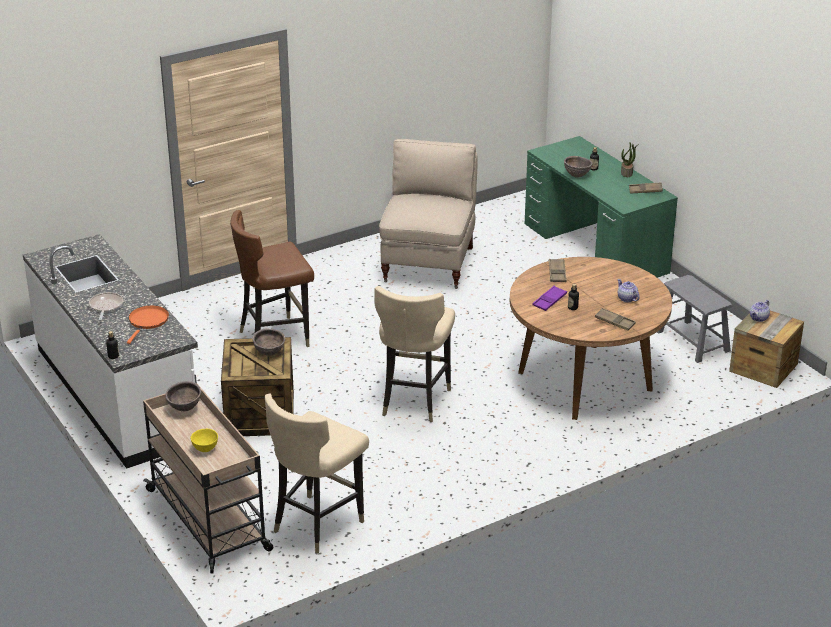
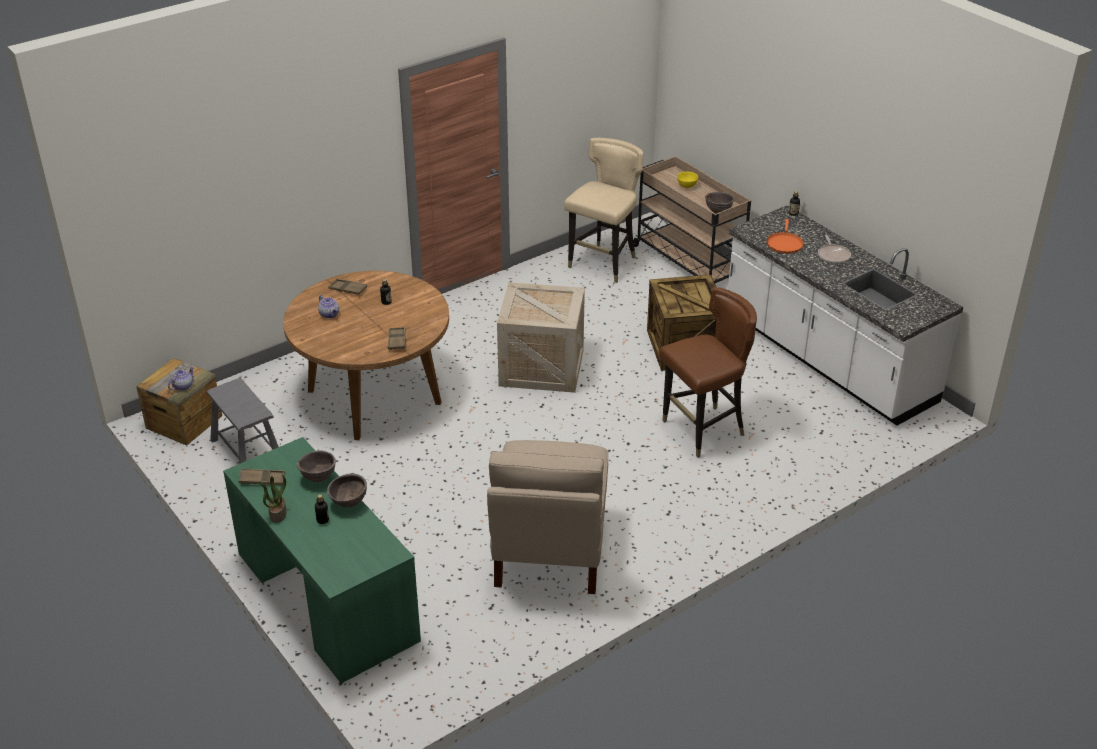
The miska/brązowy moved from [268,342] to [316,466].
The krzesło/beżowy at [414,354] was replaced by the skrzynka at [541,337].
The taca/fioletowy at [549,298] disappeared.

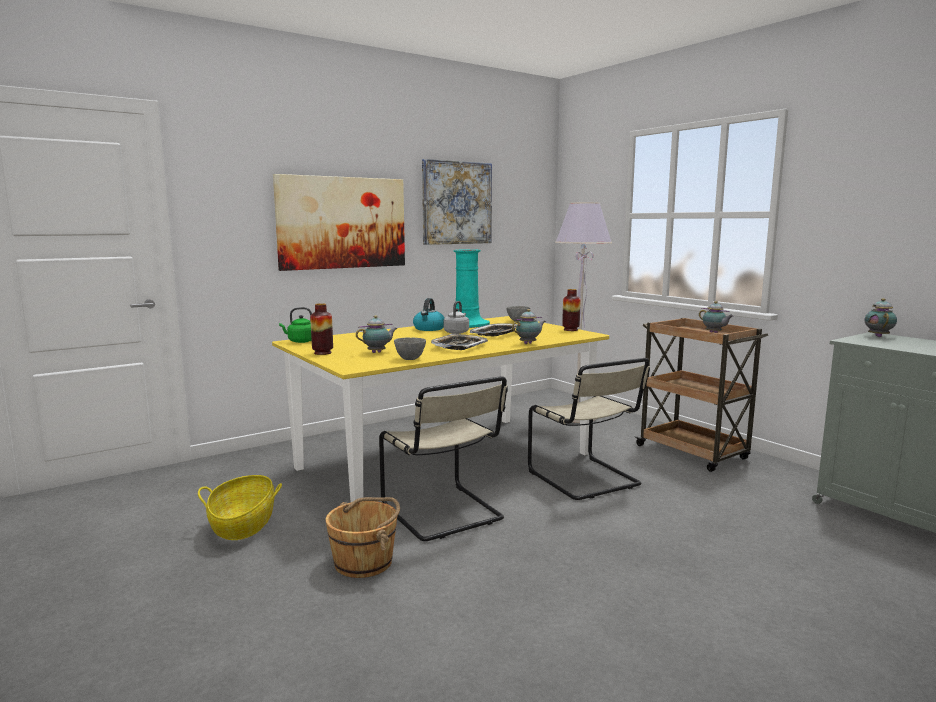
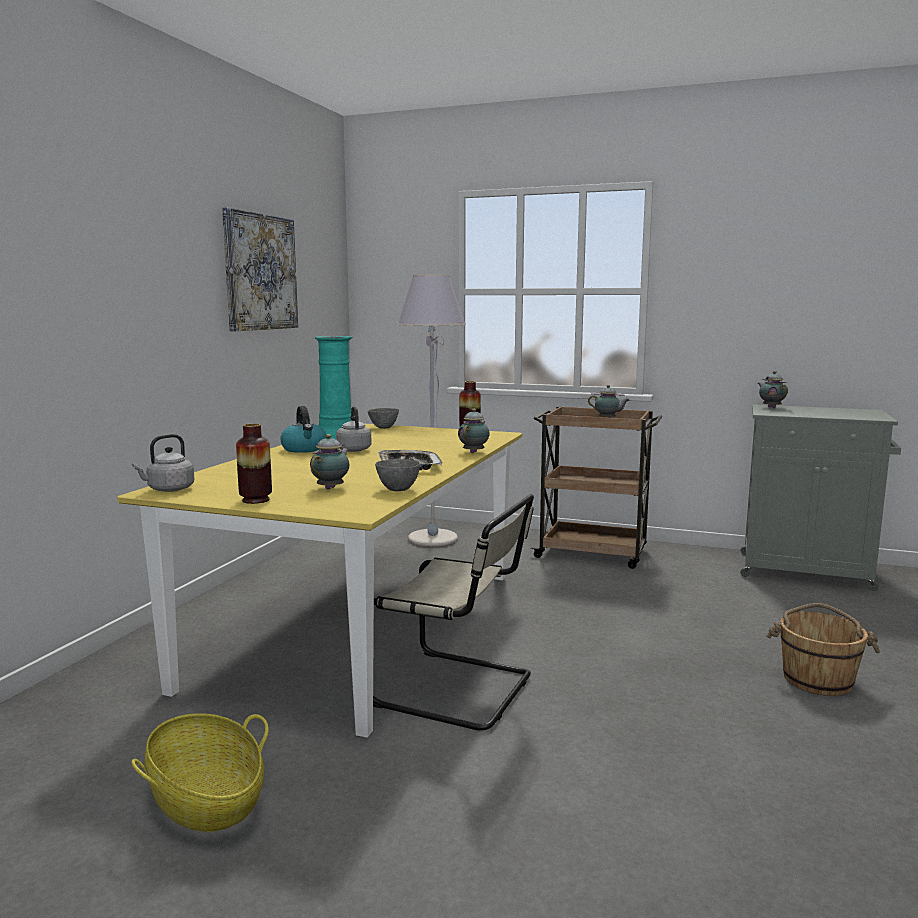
The obraz at [339,222] disappeared.
The czajnik/zielony at [295,325] became the czajnik/szary at [163,463].
The wiadro/brązowy moved from [362,537] to [823,649].
The taca at [493,329] disappeared.
The krzesło/beżowy at [589,429] disappeared.

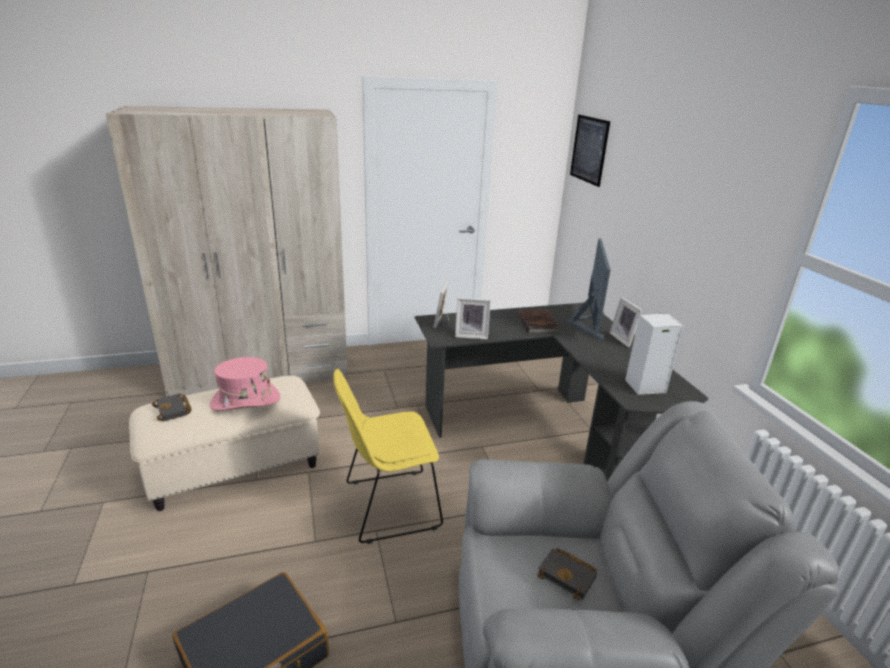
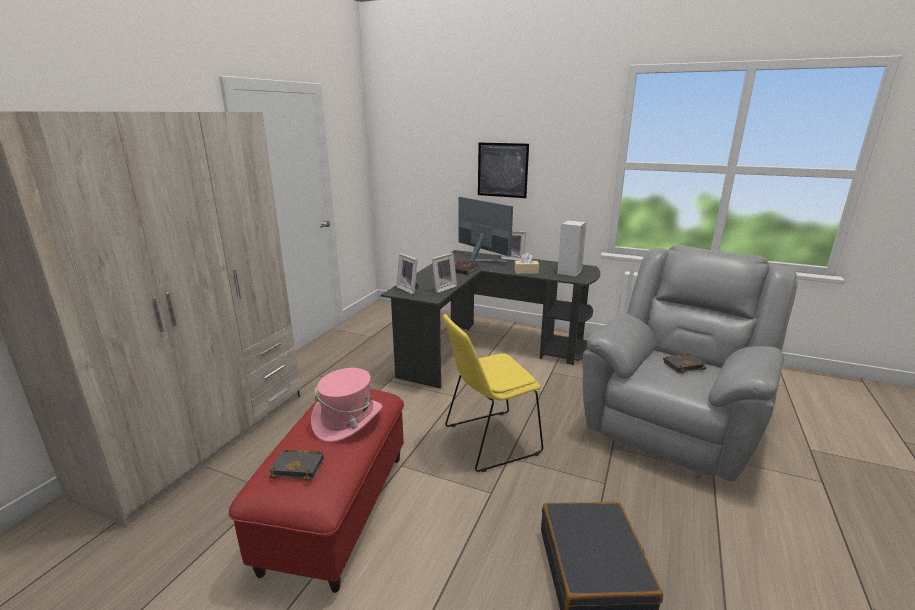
The pufa/beżowy at [224,443] became the pufa/czerwony at [316,491].
The krzesło/żółty at [388,456] turned 45 degrees clockwise.
The obraz moved from [590,151] to [503,170].
The pudełko chusteczek/beżowy at [526,263] appeared.

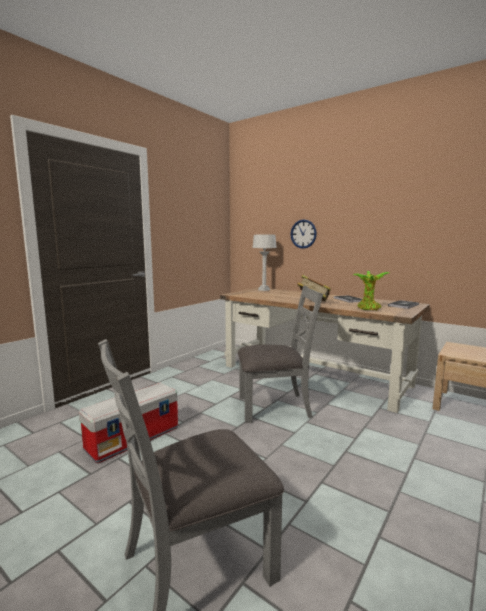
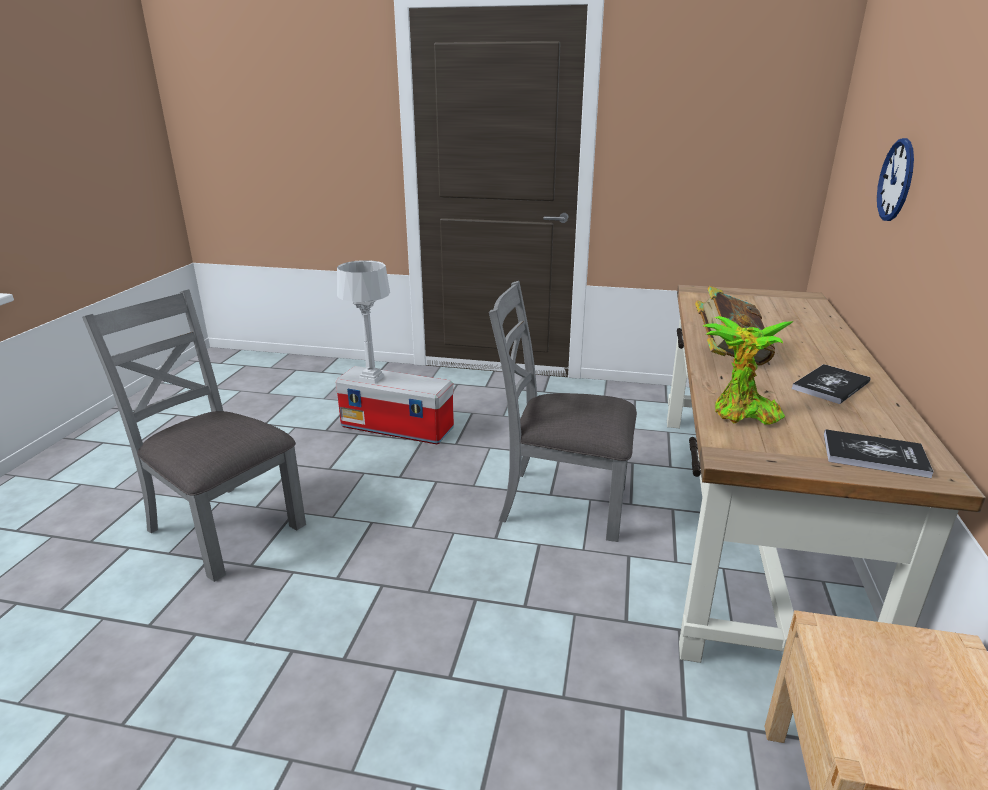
The krzesło/szary at [280,354] turned 135 degrees clockwise.
The lampa stołowa/szary moved from [264,263] to [363,322].

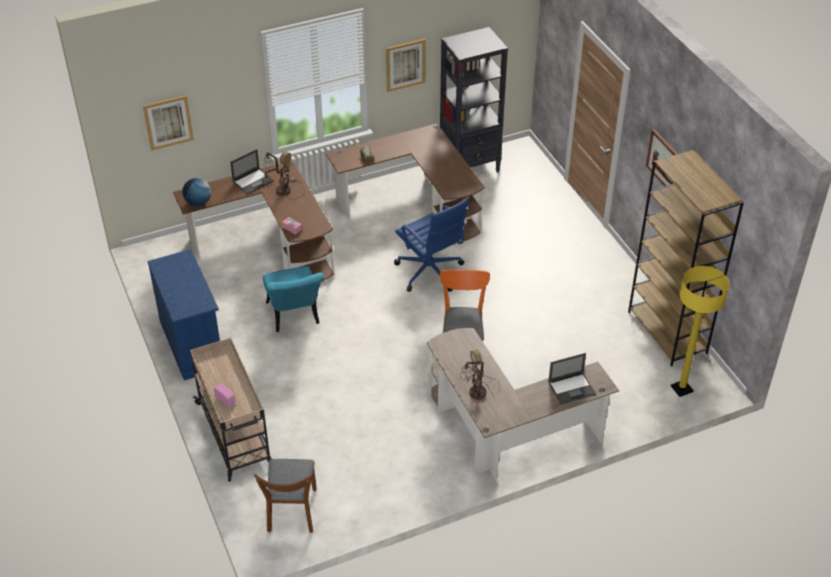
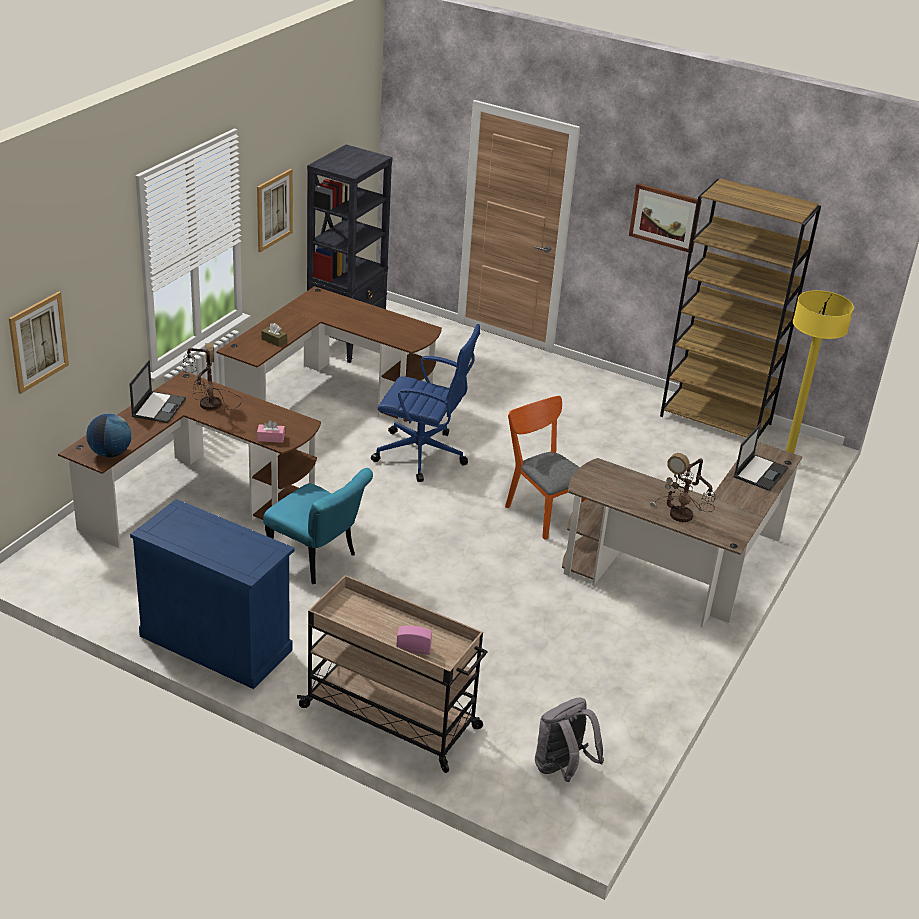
The krzesło/brązowy at [285,496] was replaced by the plecak/szary at [569,740].

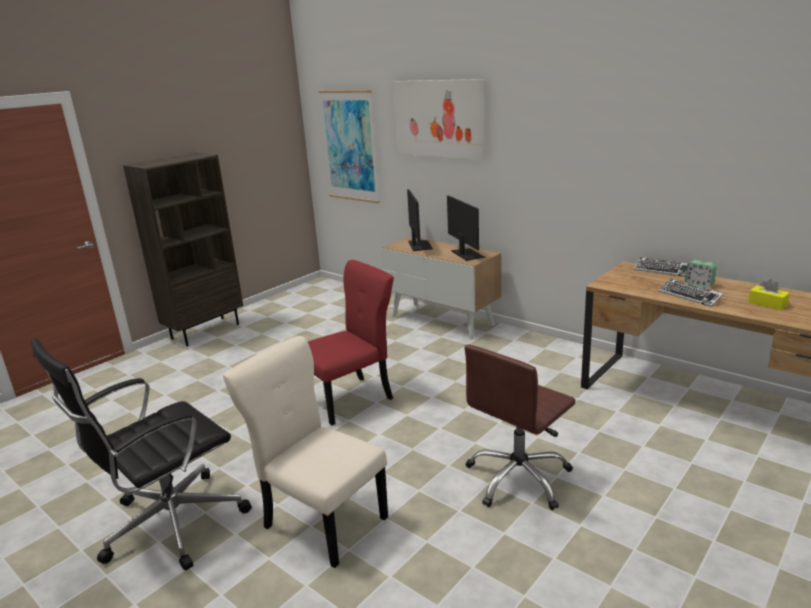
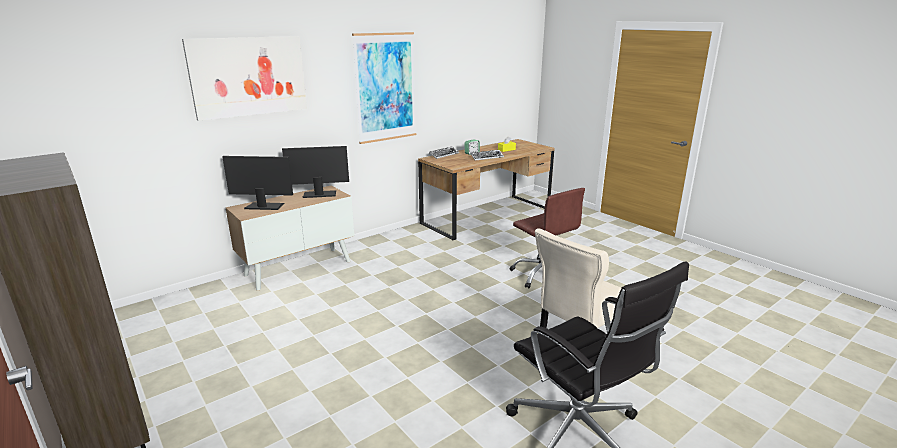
The krzesło/czerwony at [351,342] disappeared.
The obraz moved from [349,146] to [384,88].

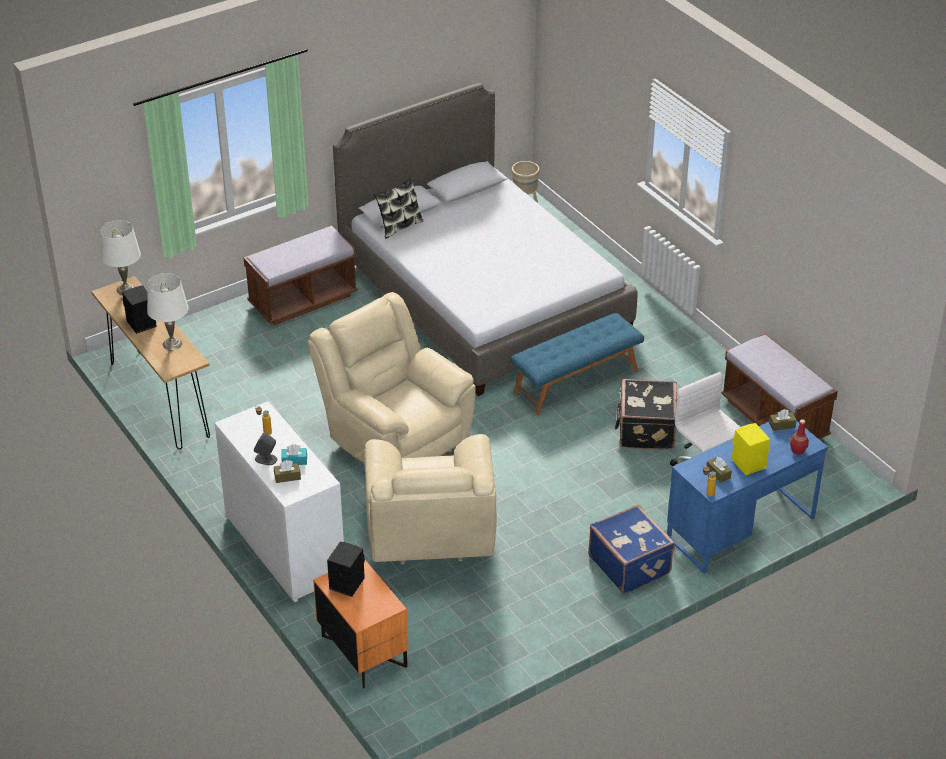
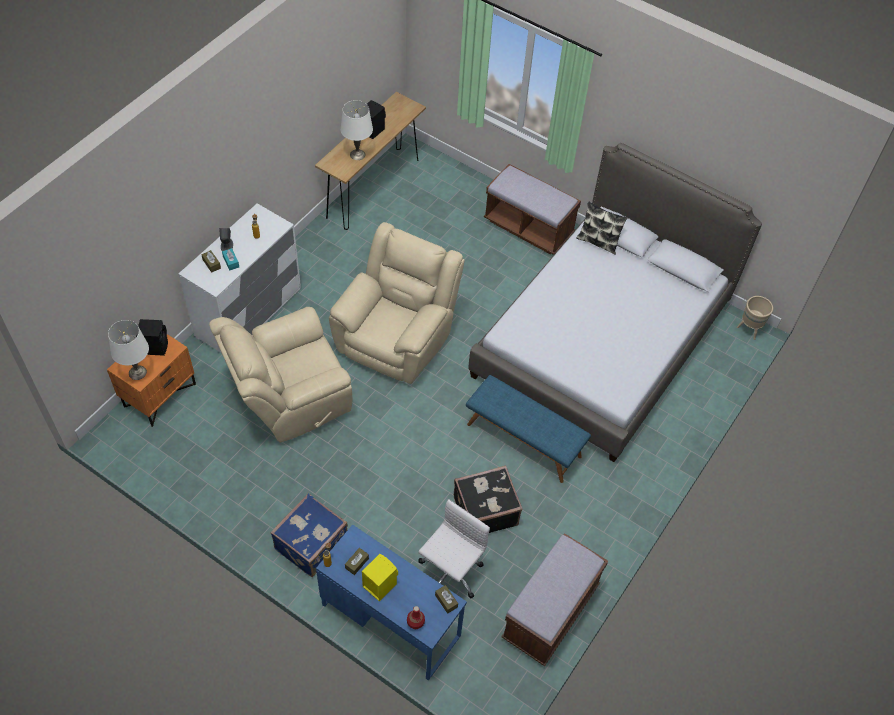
The lampa stołowa/biały moved from [121,257] to [128,350].

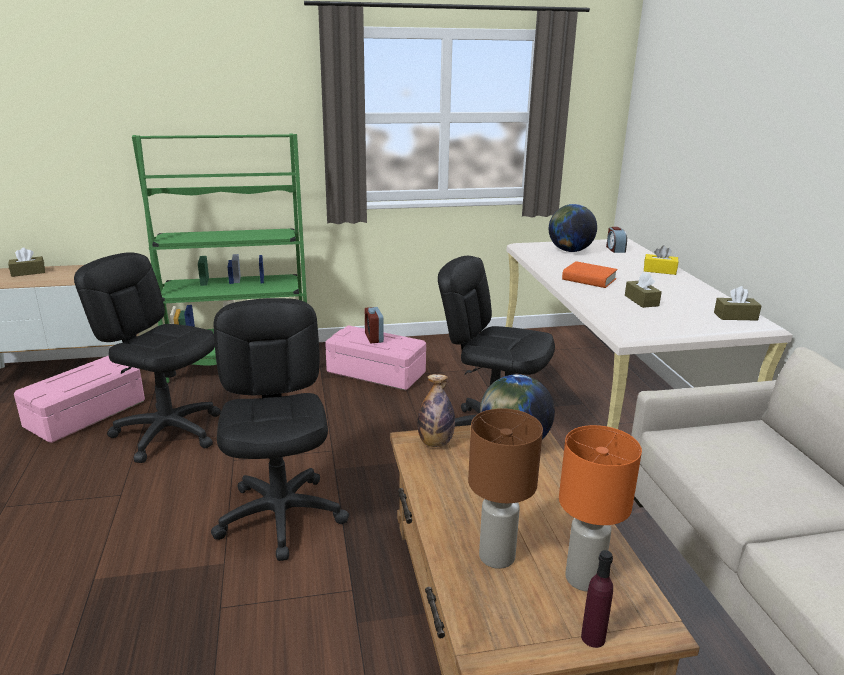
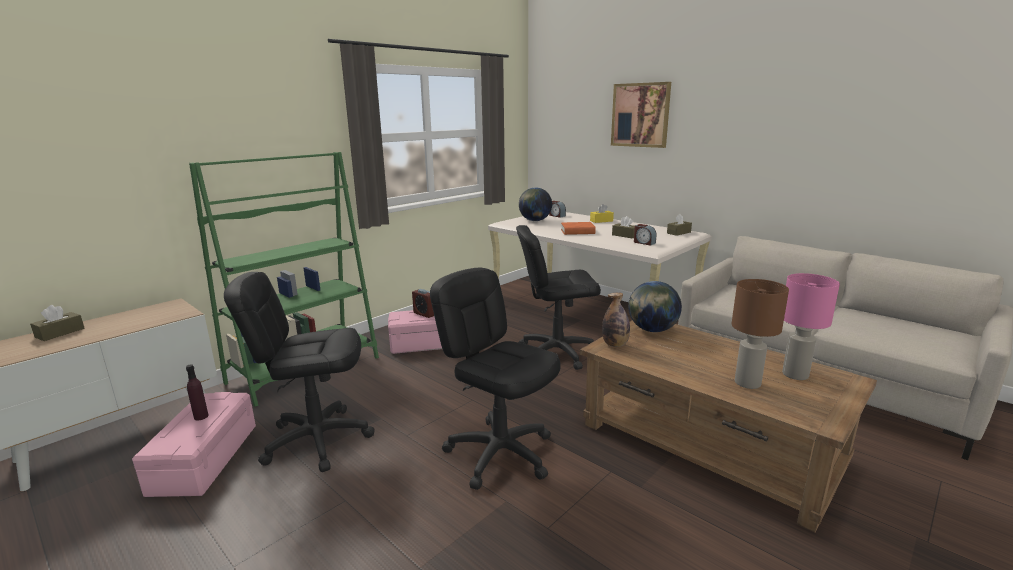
The lampa stołowa/pomarańczowy at [600,508] became the lampa stołowa/różowy at [811,326].
The butelka/fioletowy moved from [597,599] to [197,392].
The obraz at [641,115] appeared.
The budzik at [645,235] appeared.

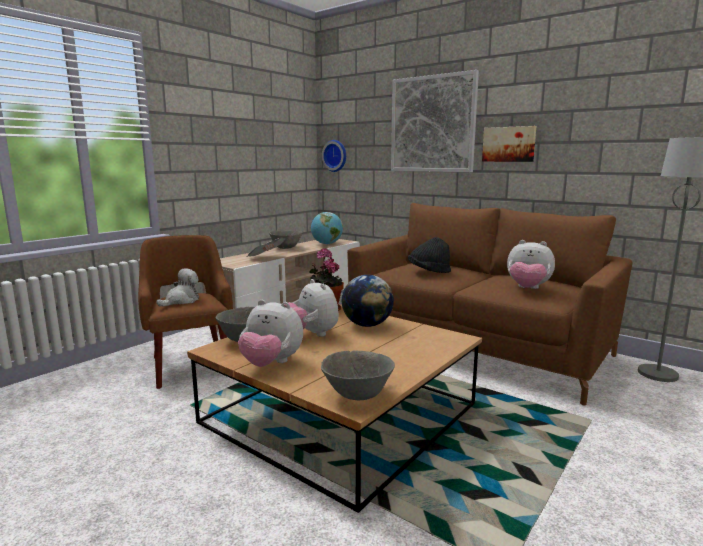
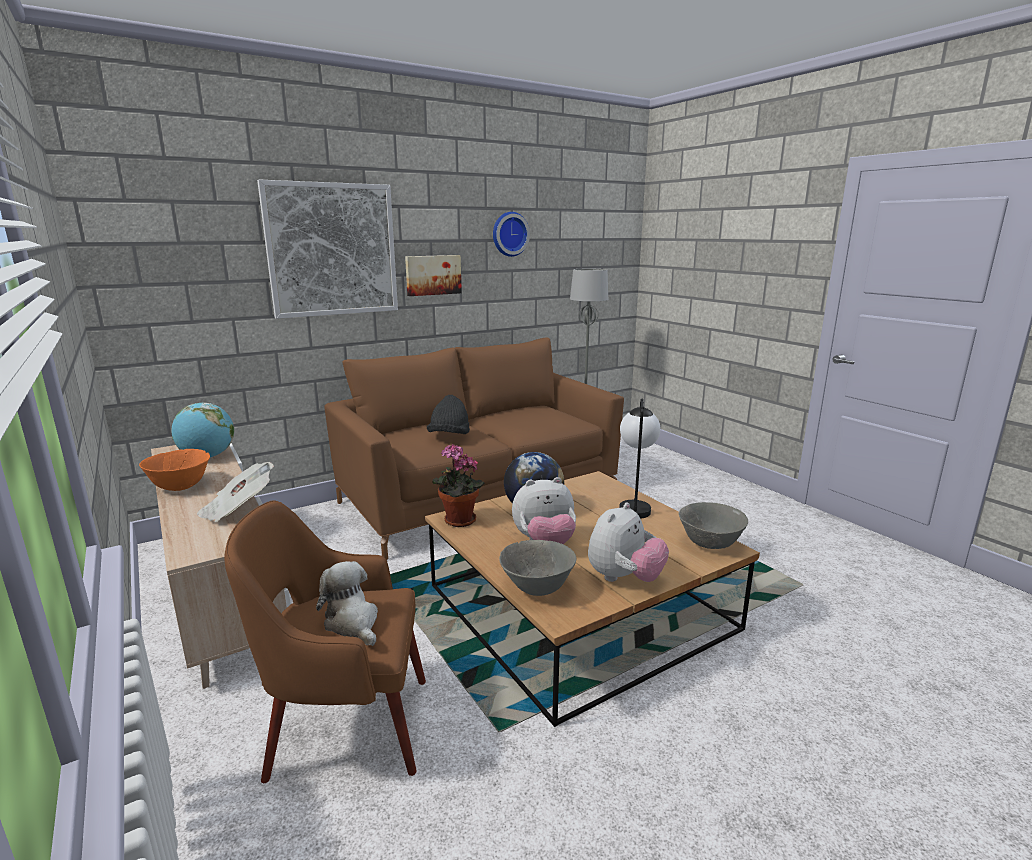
The miska/szary at [286,239] became the miska/pomarańczowy at [174,470].
The zegar ścienny moved from [334,156] to [511,234].
The pluszak at [531,264] disappeared.
The lampa stołowa at [639,458] appeared.

